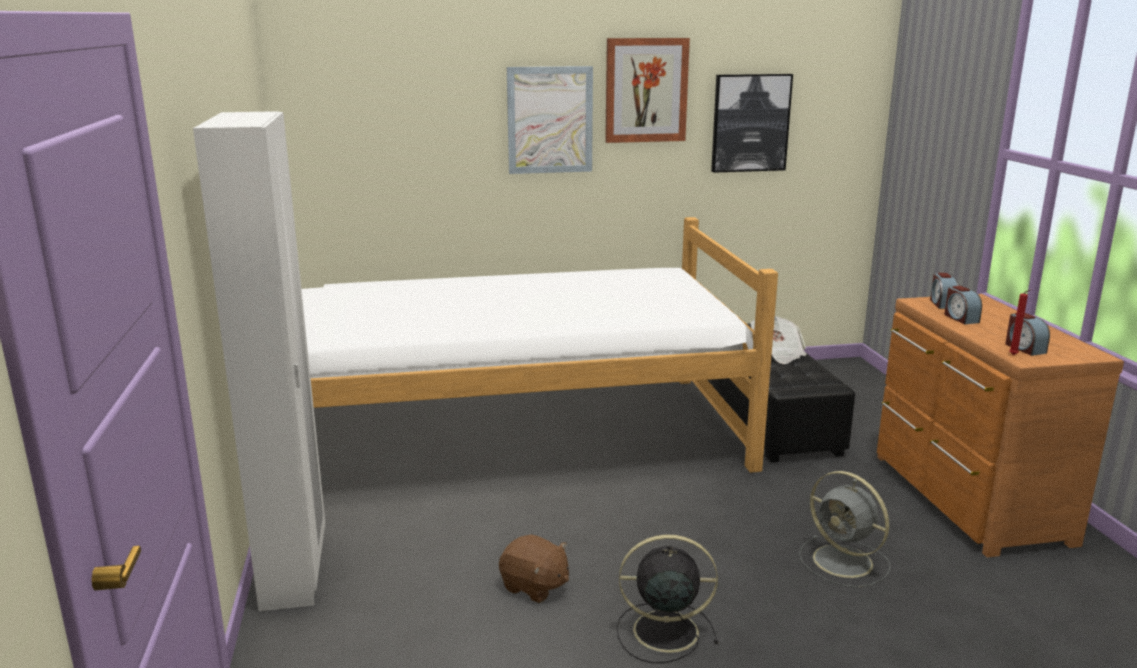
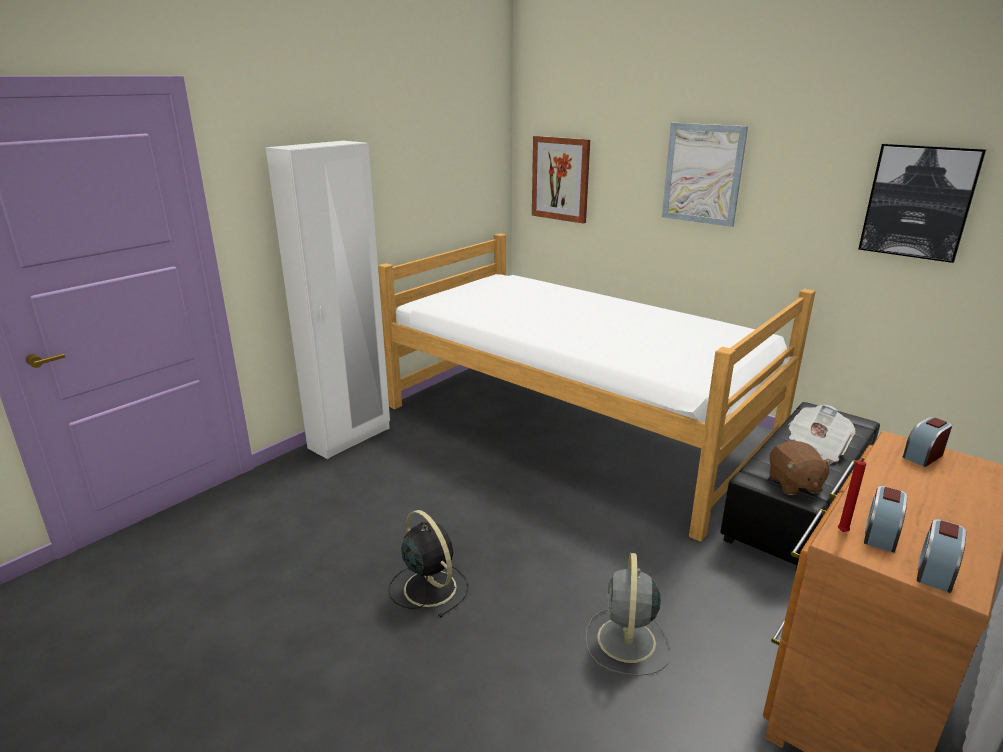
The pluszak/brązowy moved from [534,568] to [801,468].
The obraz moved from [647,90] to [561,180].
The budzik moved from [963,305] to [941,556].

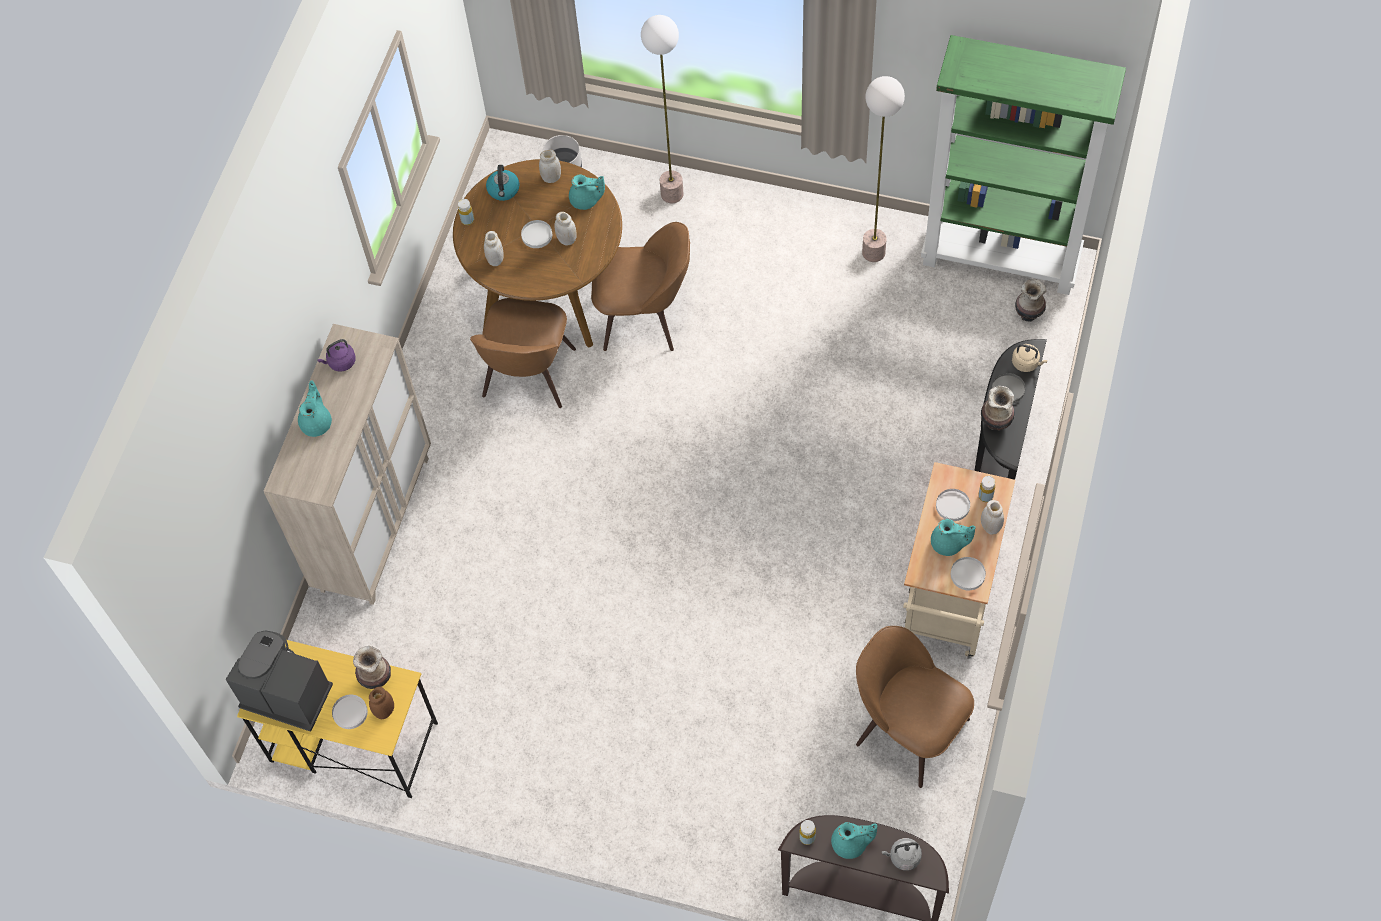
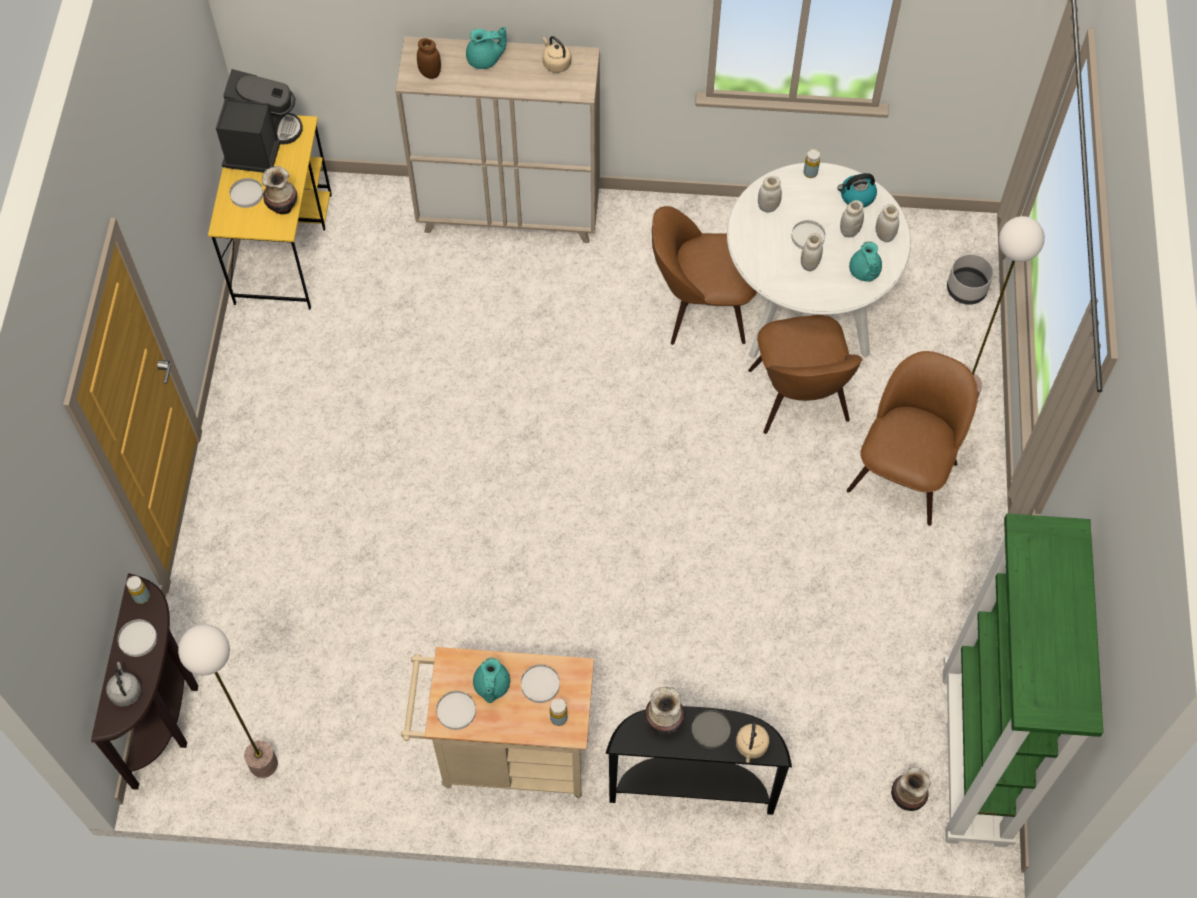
The czajnik/fioletowy at [337,355] became the czajnik/beżowy at [557,54].
The słoik/brązowy moved from [381,703] to [429,58].
The stół jadalny/brązowy at [537,253] became the stół jadalny/biały at [819,261].
The imbryk/turkusowy at [854,840] was replaced by the talerz/biały at [137,638].
The krzesło/brązowy moved from [915,707] to [912,438].
The lampa stojąca moved from [883,169] to [228,701].
The słoik/biały moved from [992,517] to [852,218].

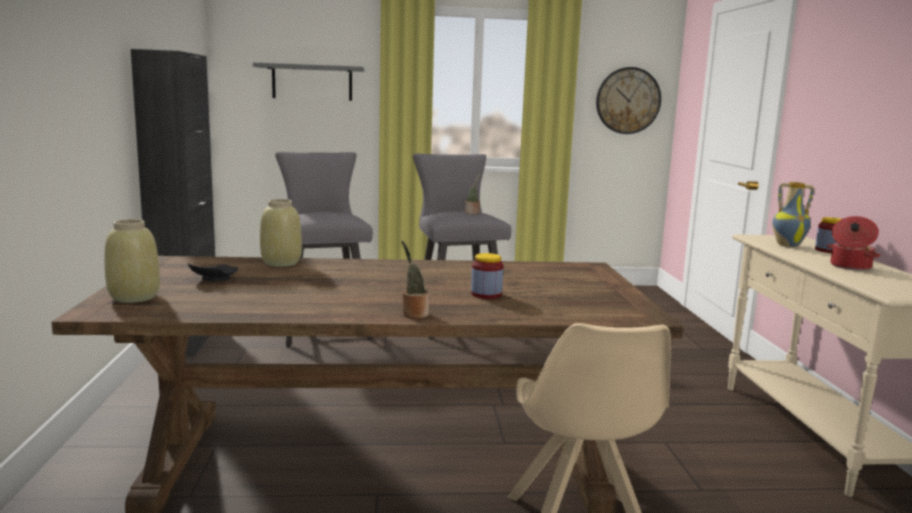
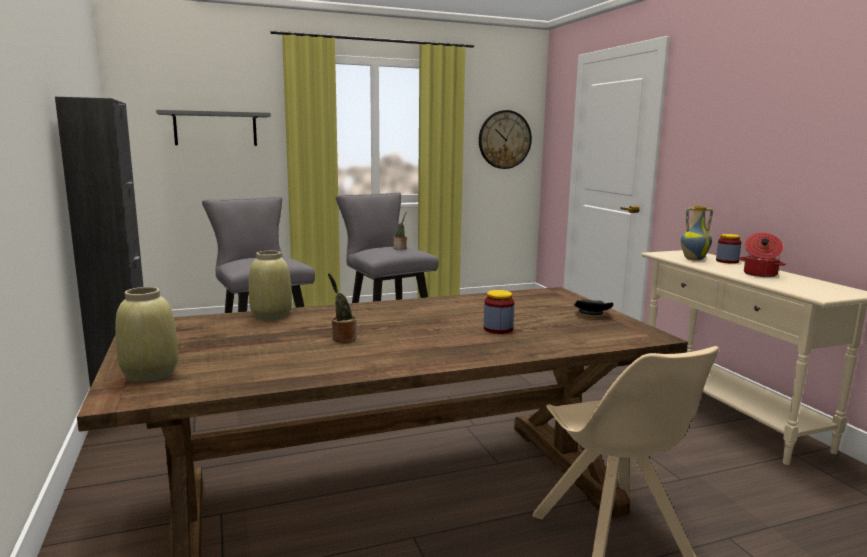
The talerz/czarny moved from [213,272] to [593,307].
The roślina doniczkowa moved from [415,279] to [342,308].

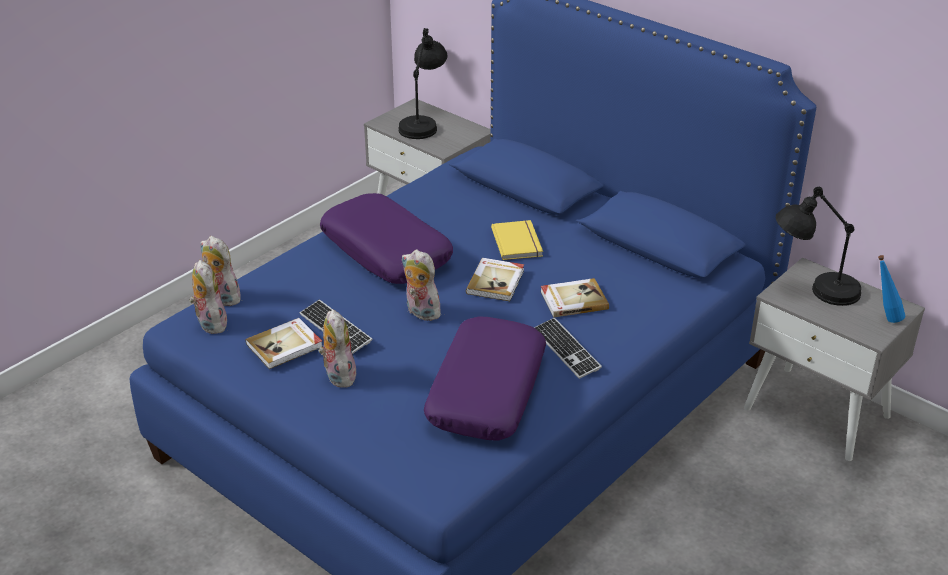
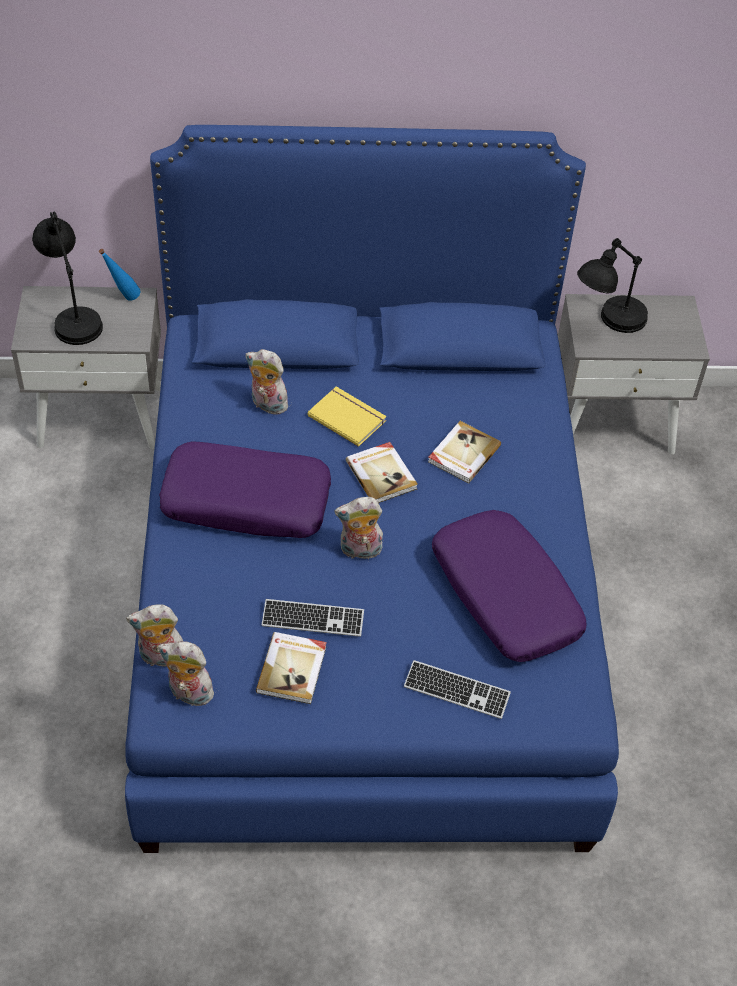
The pluszak moved from [337,349] to [268,381].
The klawiatura moved from [568,348] to [457,689].
The butelka/niebieski moved from [891,289] to [120,275].

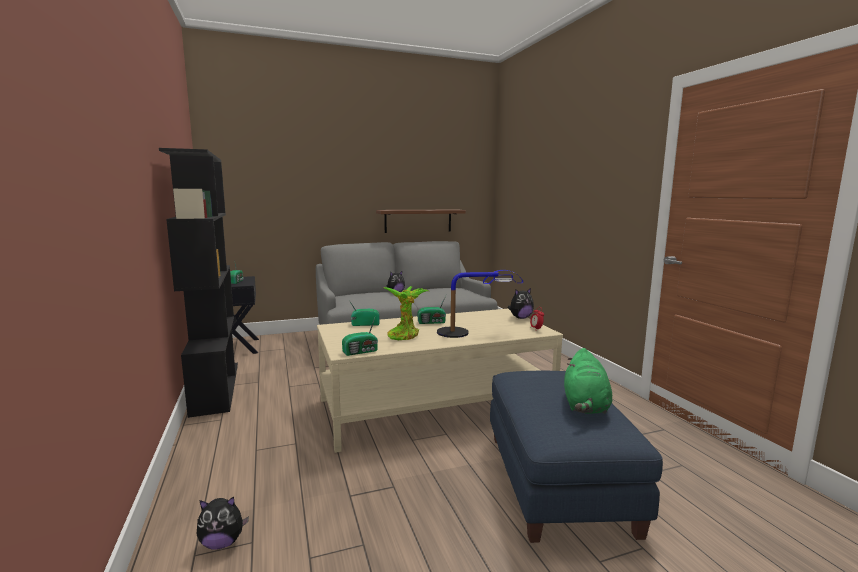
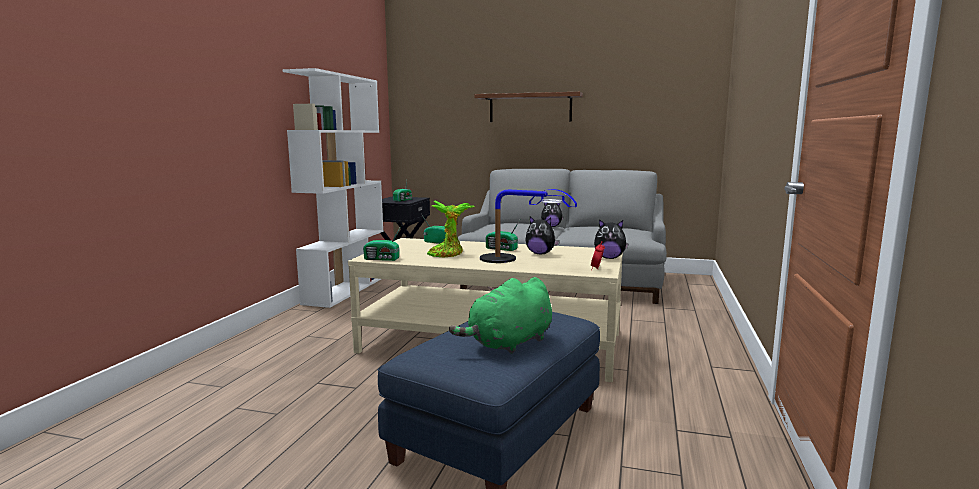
The regał/czarny at [198,283] became the regał/biały at [332,188].
The pluszak moved from [223,523] to [542,235].
The półka moved from [421,221] to [528,107].

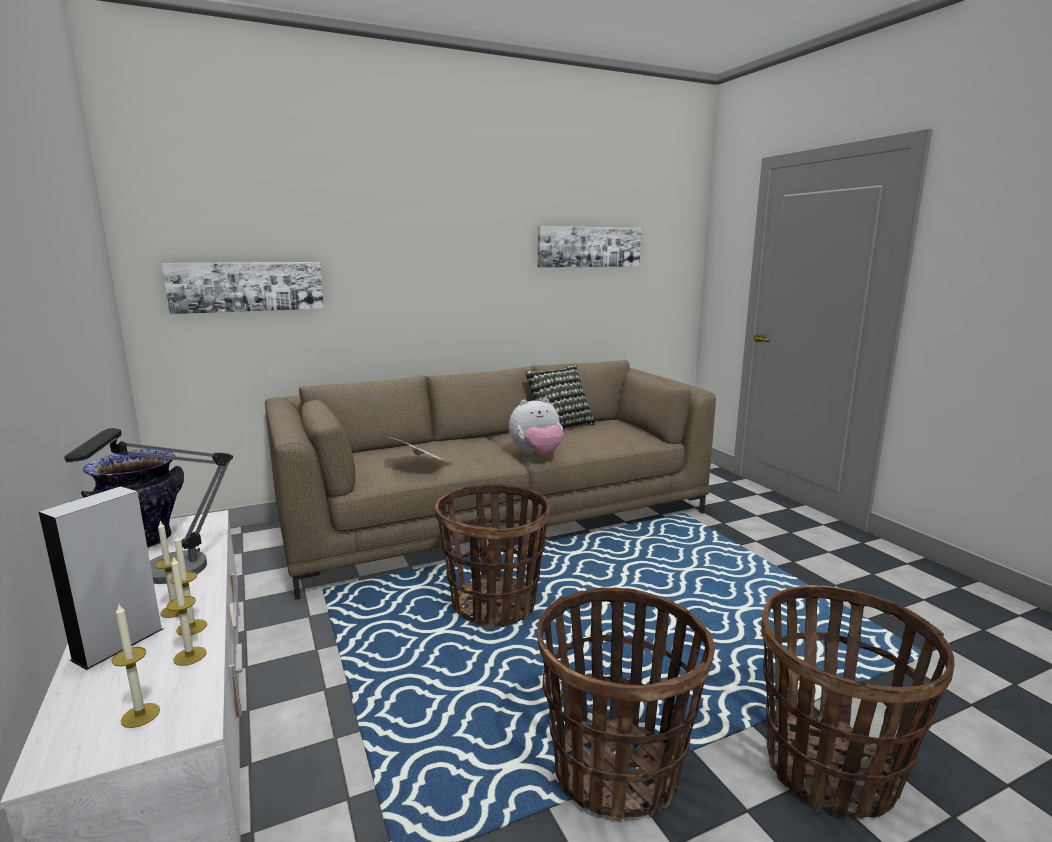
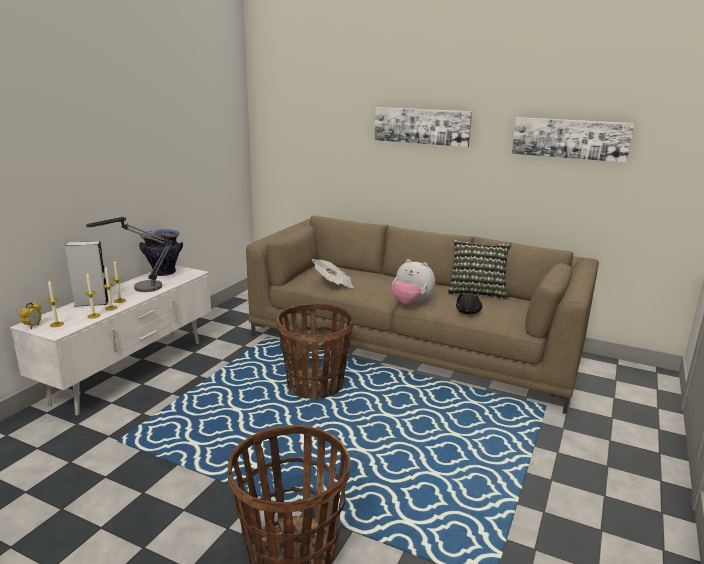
The obraz moved from [243,288] to [423,127].
The koszyk at [626,703] disappeared.
The budzik at [30,315] appeared.
The pluszak/czarny at [469,303] appeared.

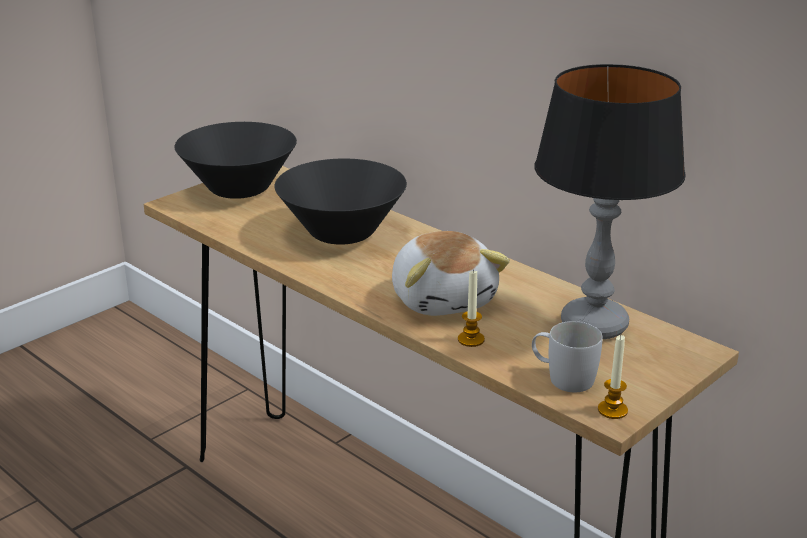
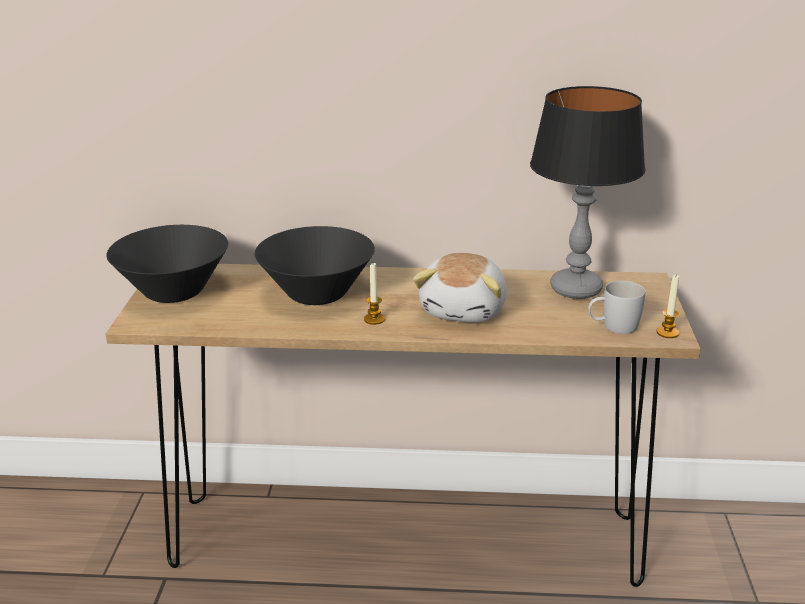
The pluszak at [451,273] turned 75 degrees clockwise.
The świeca moved from [471,308] to [374,294].

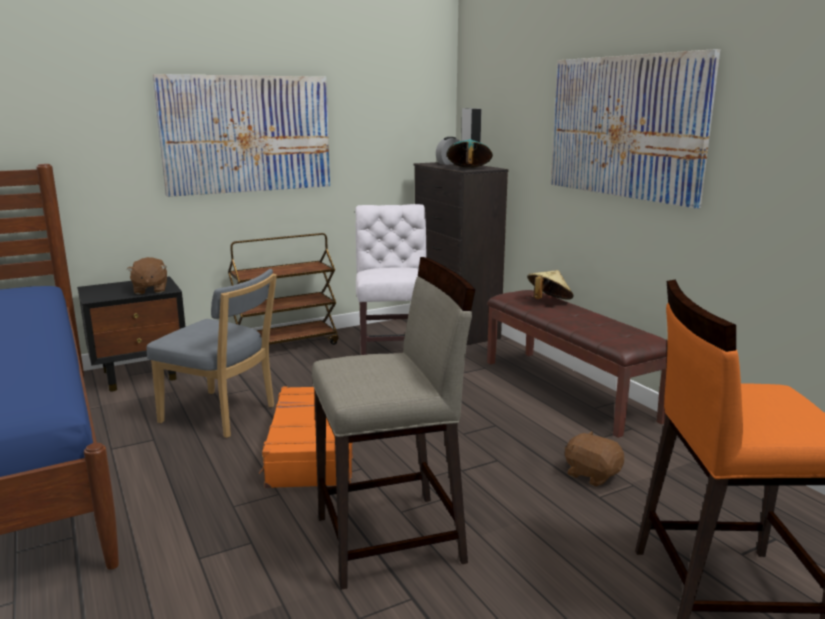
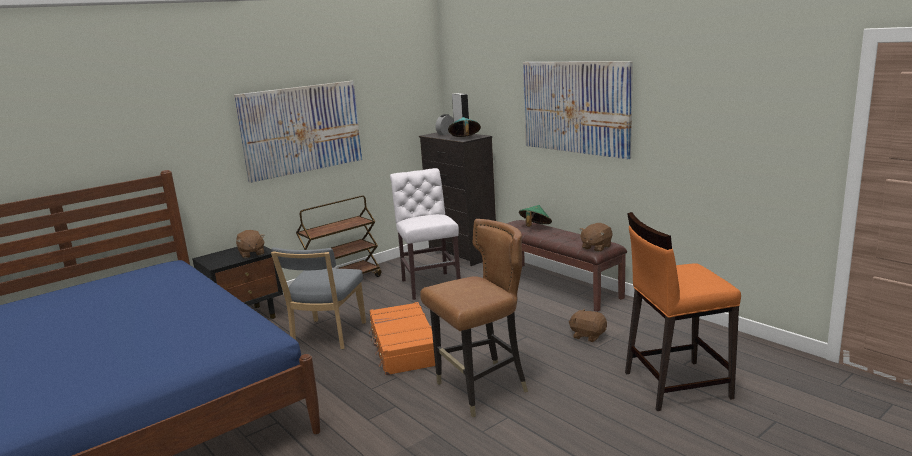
The krzesło/szary at [212,353] turned 90 degrees clockwise.
The stołek/beżowy at [393,423] was replaced by the krzesło/brązowy at [474,318].
The kapelusz/beżowy at [550,285] became the kapelusz/zielony at [535,216].
The pluszak/brązowy at [596,237] appeared.

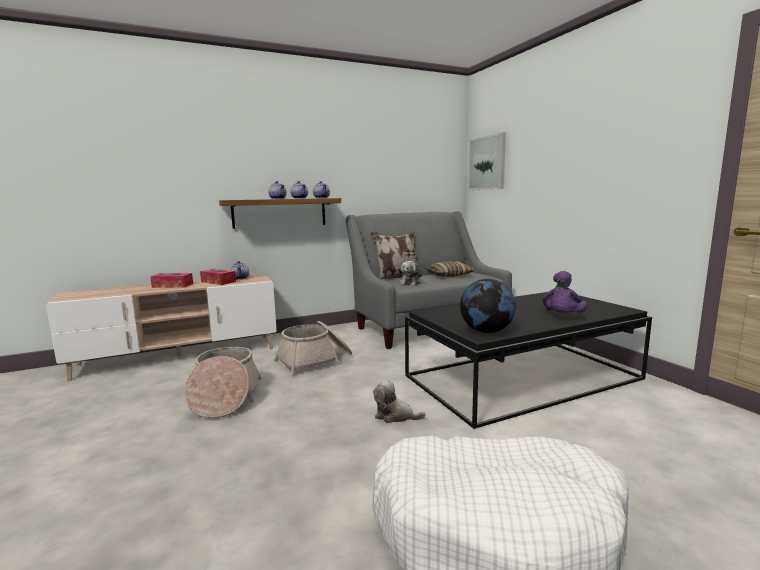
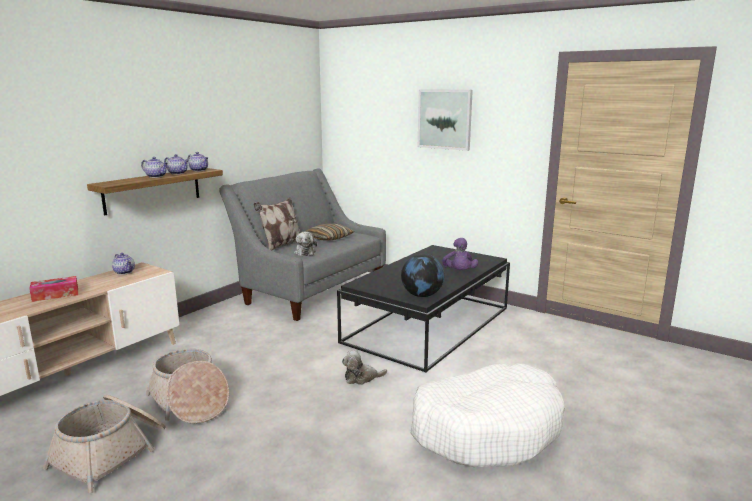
The pudełko chusteczek at [218,277] disappeared.
The koszyk moved from [313,348] to [104,444].
The obraz moved from [487,161] to [445,120].

